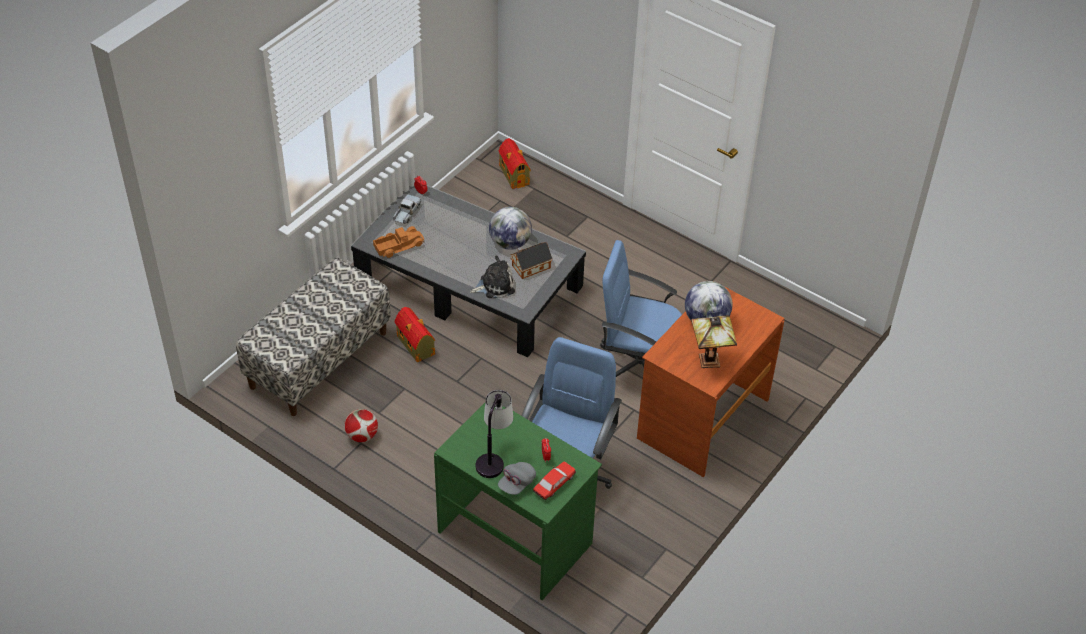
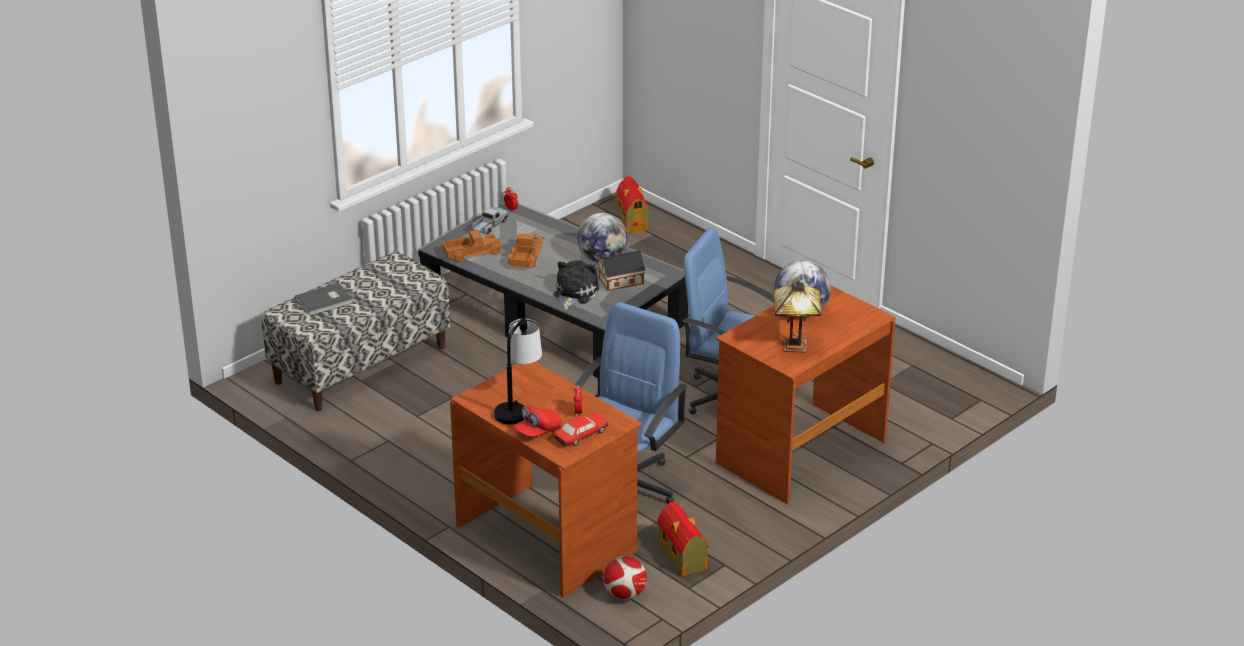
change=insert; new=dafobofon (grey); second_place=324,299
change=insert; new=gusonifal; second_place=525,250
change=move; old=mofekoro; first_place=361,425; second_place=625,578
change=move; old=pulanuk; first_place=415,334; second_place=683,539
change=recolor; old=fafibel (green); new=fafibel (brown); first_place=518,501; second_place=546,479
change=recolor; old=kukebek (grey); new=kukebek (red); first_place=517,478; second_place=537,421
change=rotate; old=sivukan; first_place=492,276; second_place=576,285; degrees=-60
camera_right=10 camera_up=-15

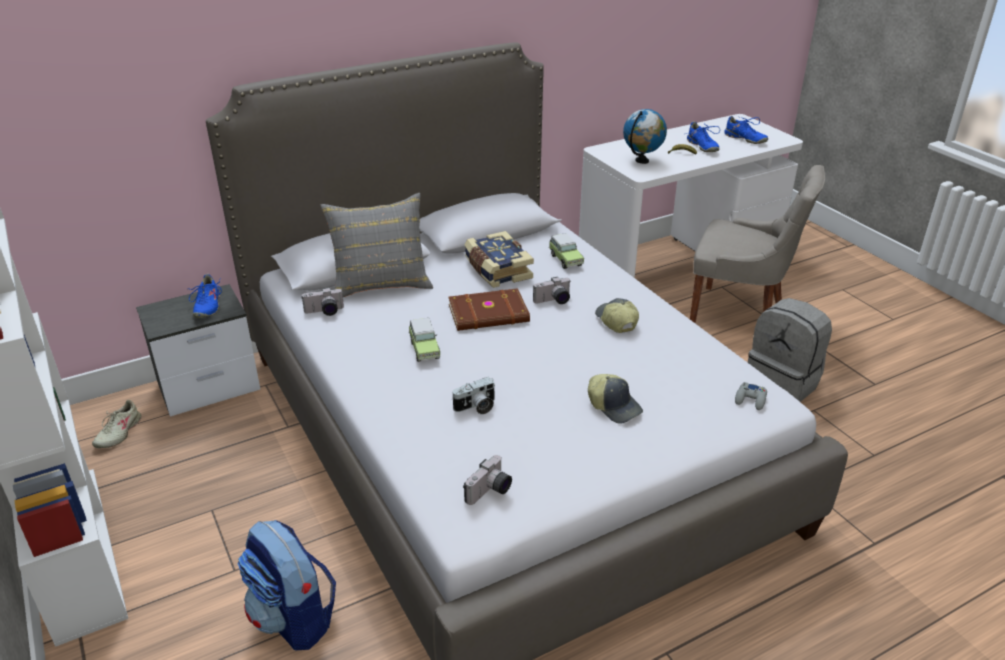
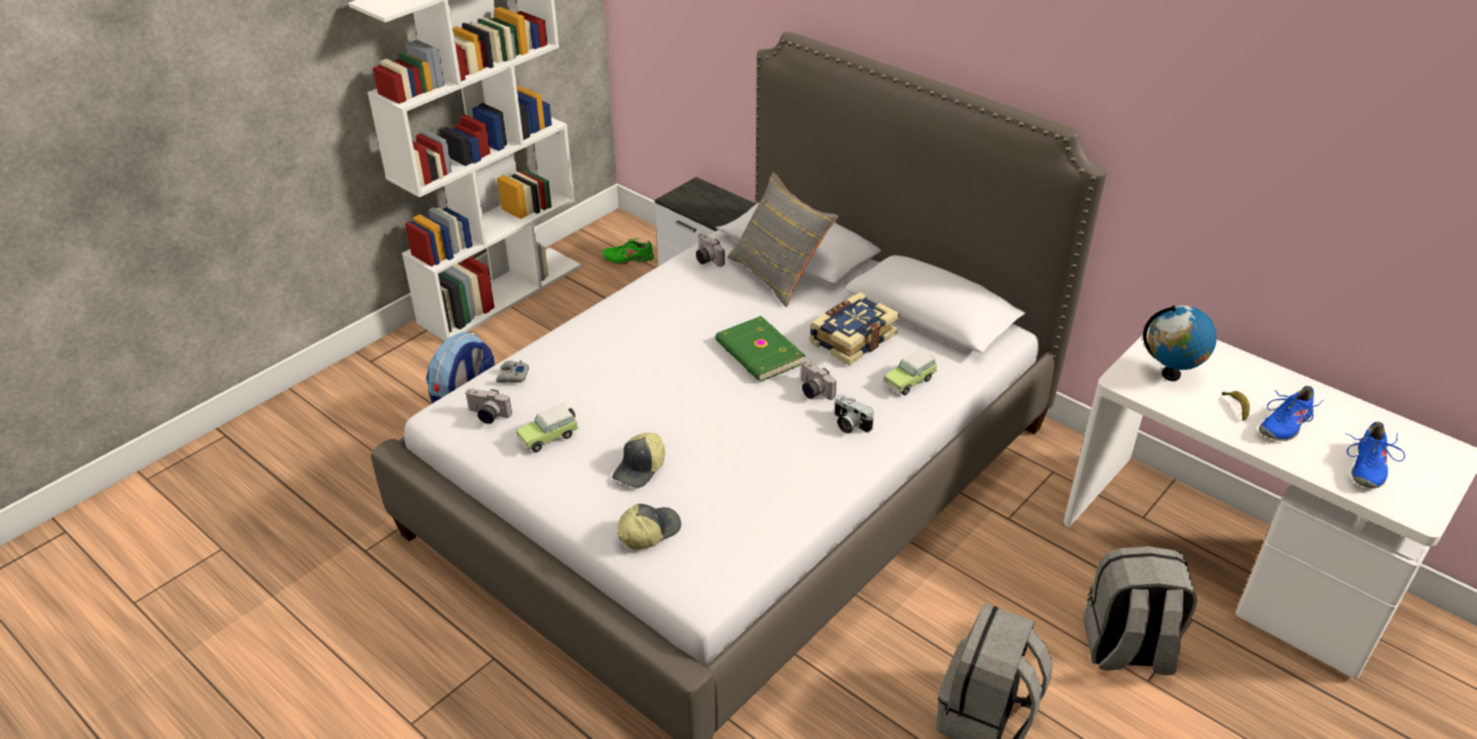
change=delete; old=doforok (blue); first_place=205,296
change=move; old=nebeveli; first_place=424,340; second_place=547,427
change=move; old=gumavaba; first_place=473,395; second_place=854,414
change=move; old=kukebek; first_place=617,315; second_place=649,527
change=move; old=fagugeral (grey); first_place=751,396; second_place=512,371
change=replace; old=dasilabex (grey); new=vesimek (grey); first_place=757,244; second_place=1140,610
change=recolor; old=doforok (beige); new=doforok (green); first_place=116,424; second_place=628,252
change=recolor; old=dafobofon (brown); new=dafobofon (green); first_place=489,309; second_place=760,349
camera_right=70 camera_up=5

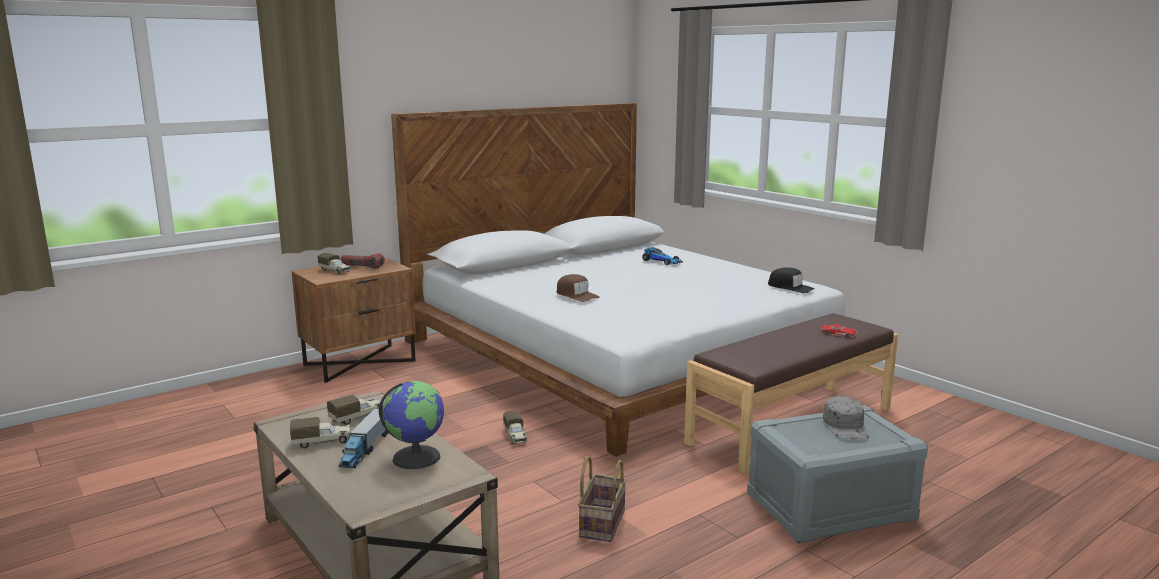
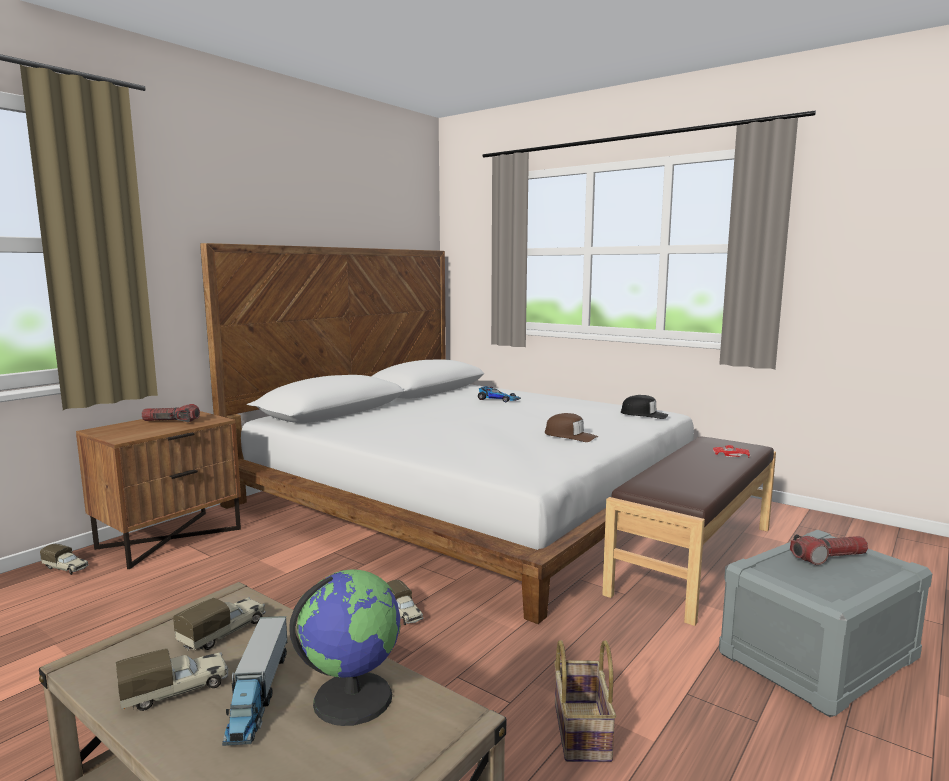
change=move; old=gusonifal; first_place=334,263; second_place=64,559
change=move; old=kukebek (brown); first_place=578,288; second_place=571,427
change=replace; old=kukebek (grey); new=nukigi; first_place=846,417; second_place=829,549
camera_right=-15 camera_up=-5

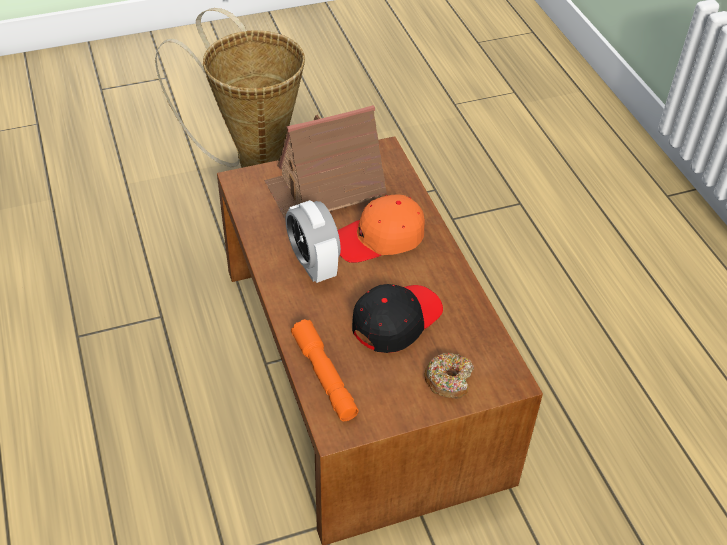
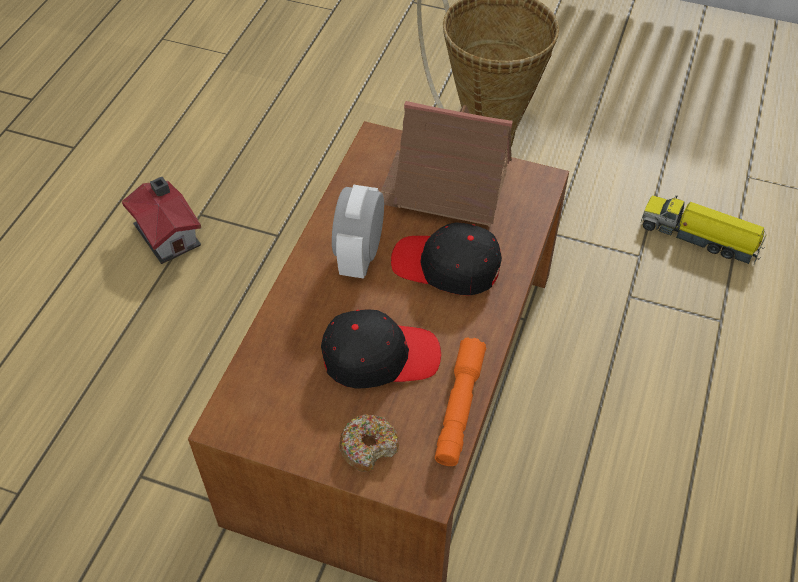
change=insert; new=pulanuk; second_place=161,220
change=insert; new=gusonifal; second_place=703,229
change=move; old=nukigi (orange); first_place=324,370; second_place=460,401
change=recolor; old=kukebek (orange); new=kukebek (black); first_place=381,228; second_place=446,259
camera_right=40 camera_up=5

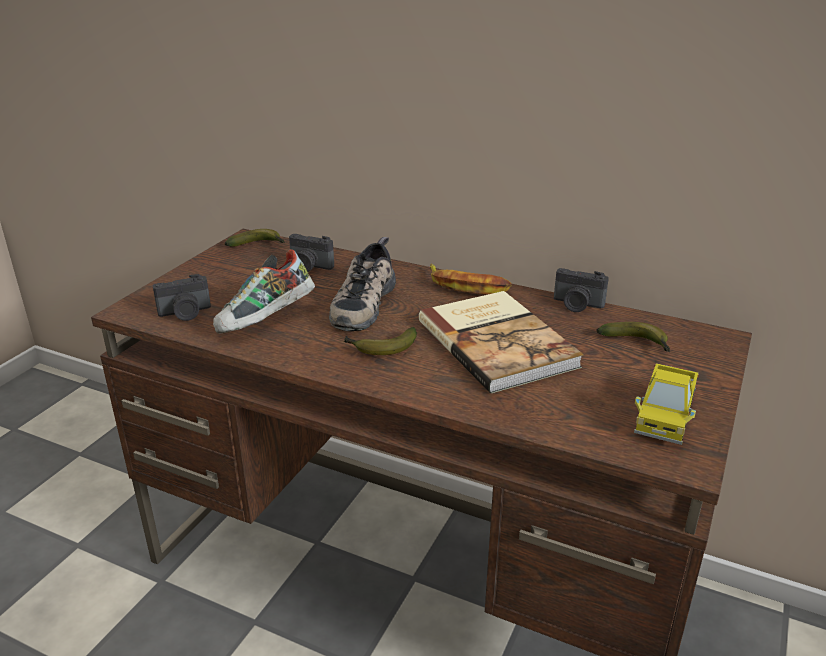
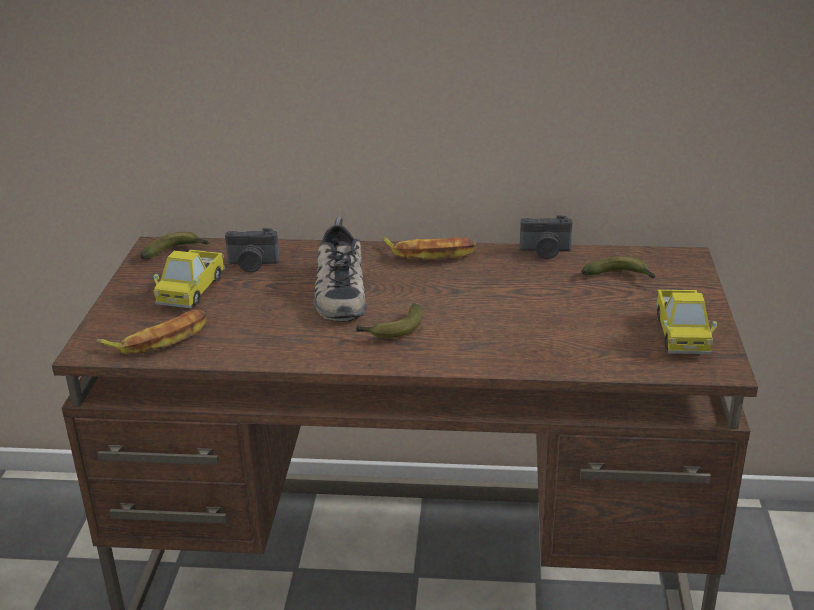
change=delete; old=doforok; first_place=264,291
change=delete; old=dafobofon; first_place=501,342
change=insert; new=gusonifal; second_place=189,279
change=replace; old=gumavaba; new=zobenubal; first_place=181,297; second_place=151,332
camera_right=-20 camera_up=0

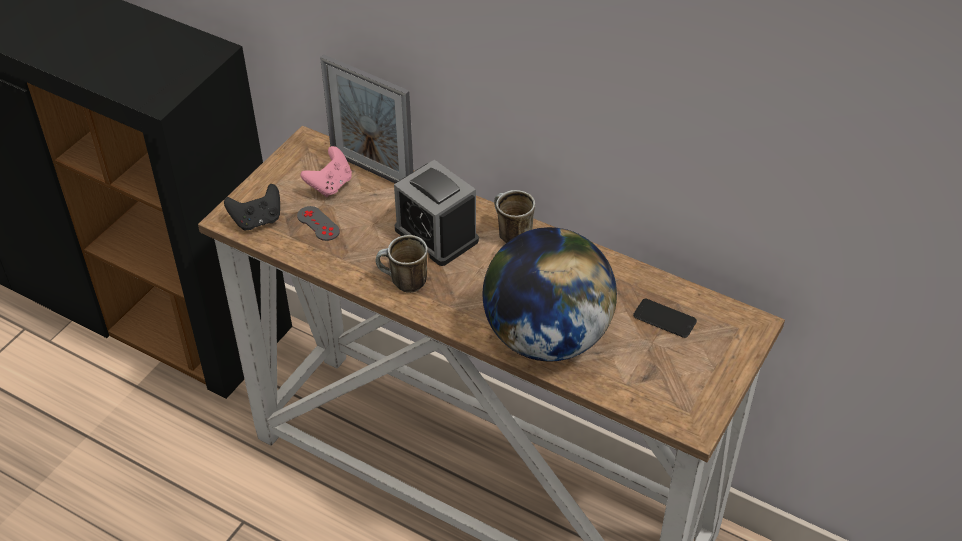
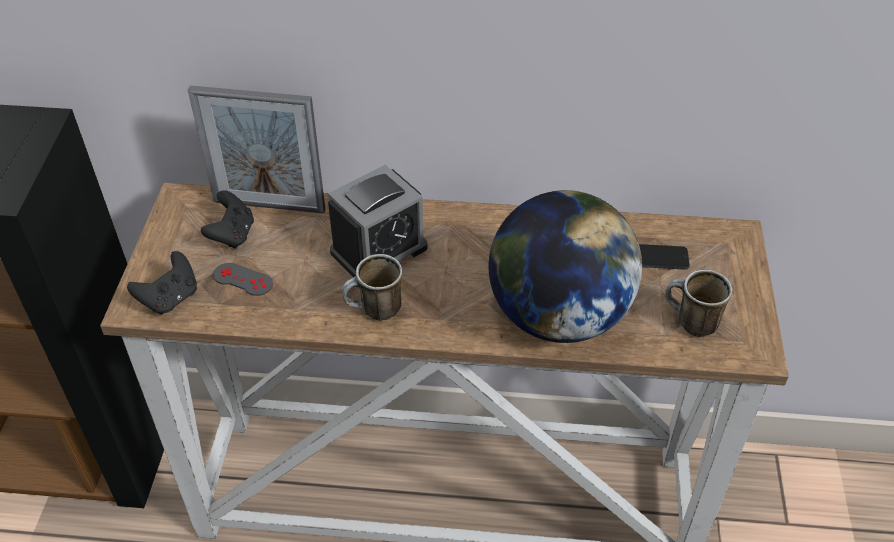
change=move; old=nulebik; first_place=514,216; second_place=698,303
change=recolor; old=fagugeral (pink); new=fagugeral (black); first_place=326,171; second_place=227,219
change=rotate; old=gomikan; first_place=436,213; second_place=378,221; degrees=-60
camera_right=-25 camera_up=0

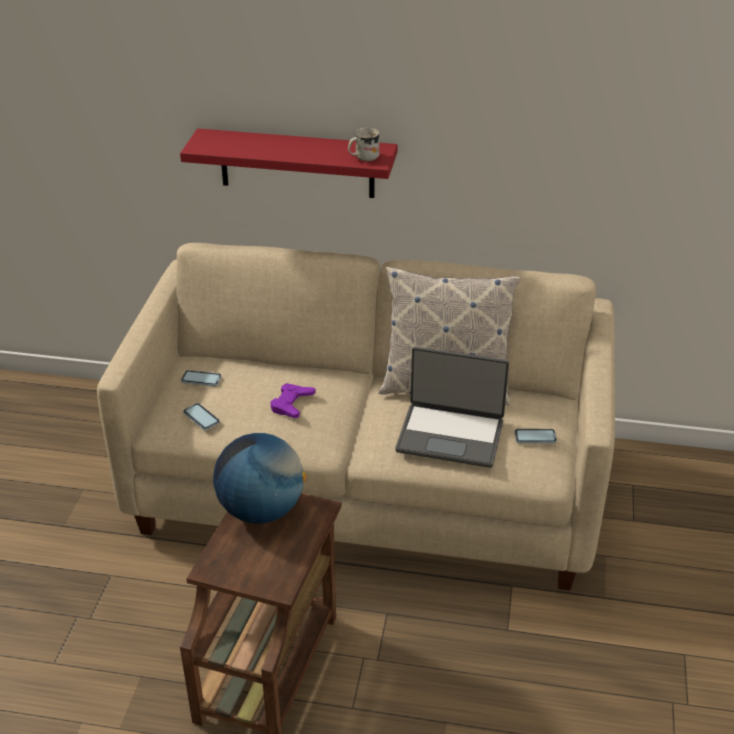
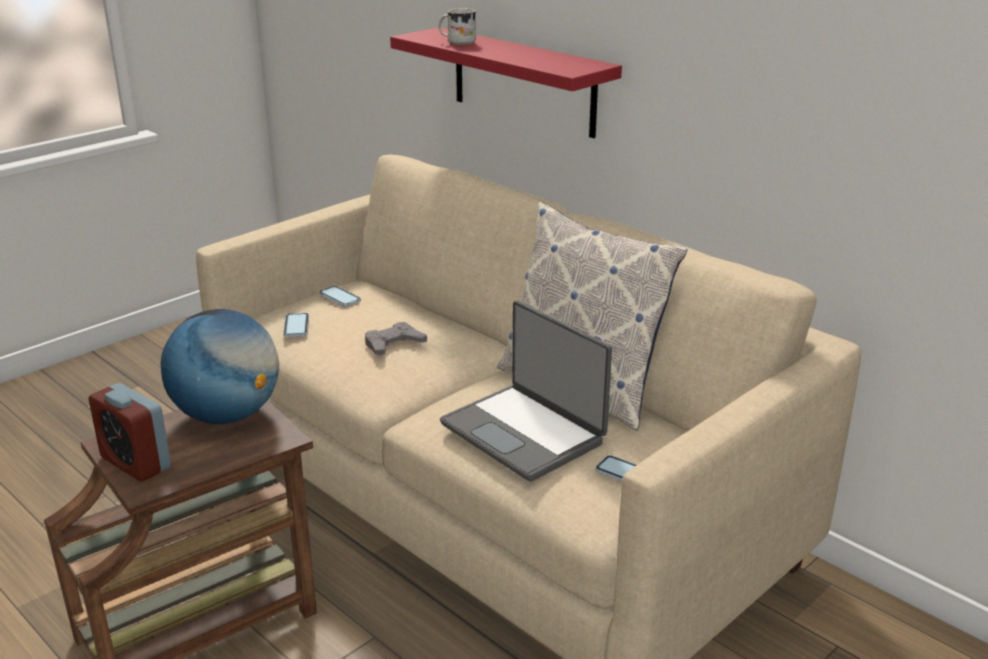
change=insert; new=gomikan; second_place=130,432
change=move; old=nulebik (white); first_place=363,144; second_place=457,26
change=recolor; old=fagugeral (purple); new=fagugeral (grey); first_place=293,400; second_place=396,339
camera_right=35 camera_up=-10

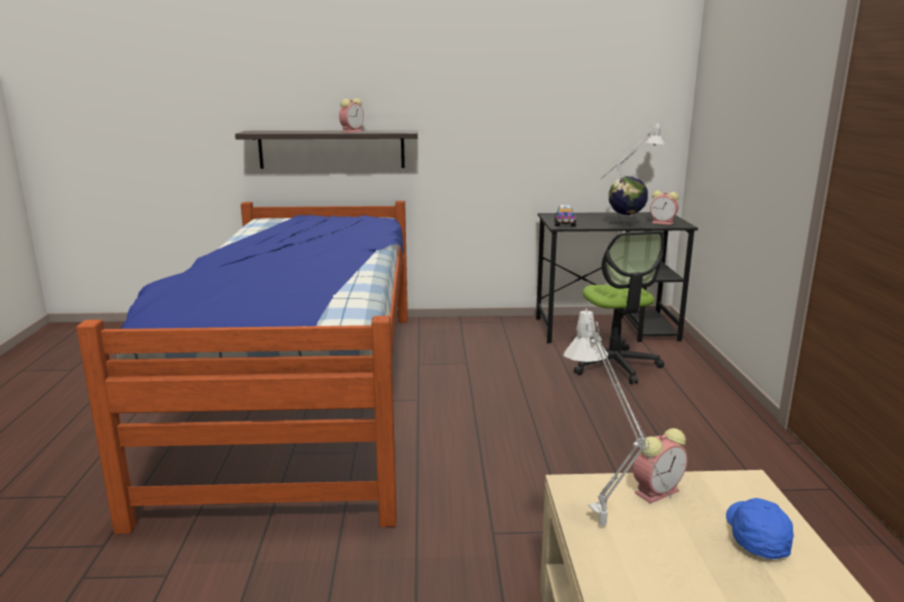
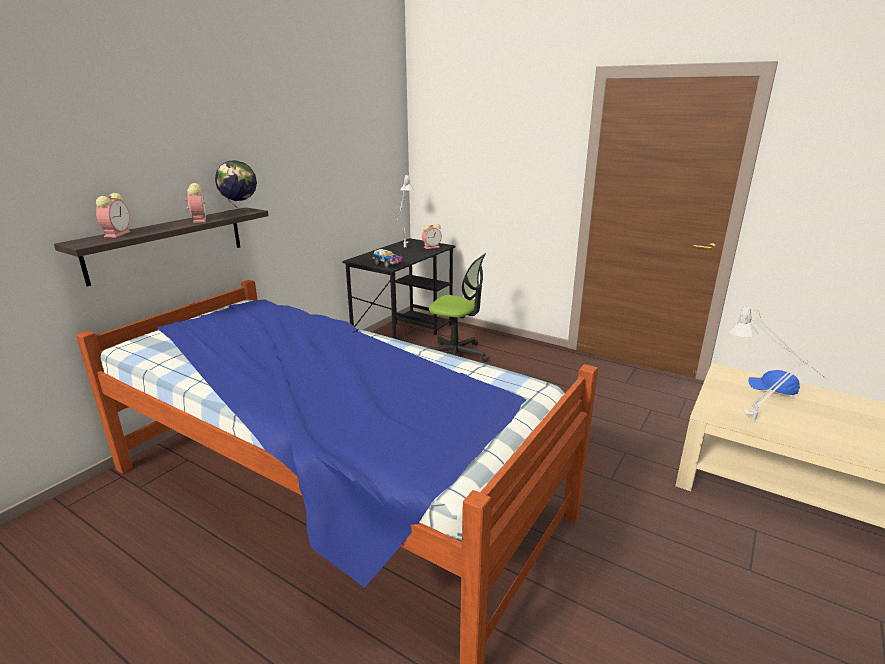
change=move; old=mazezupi; first_place=628,201; second_place=236,186
change=move; old=gomikan; first_place=660,466; second_place=113,215
camera_right=-55 camera_up=5

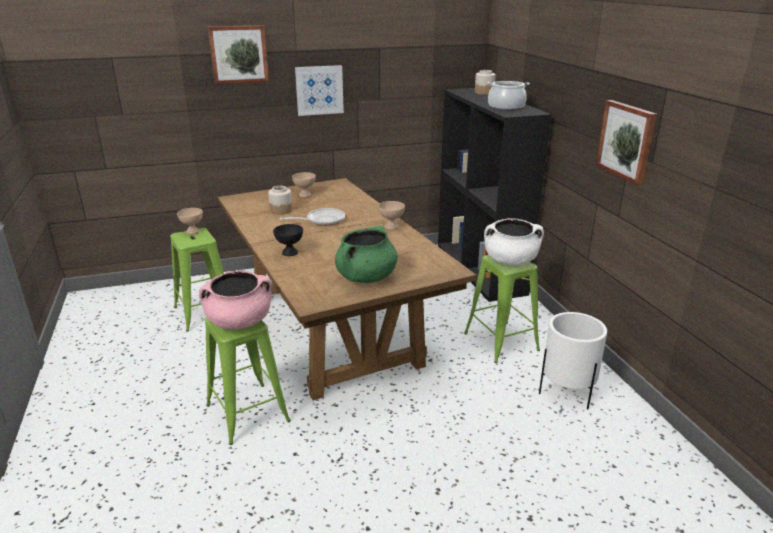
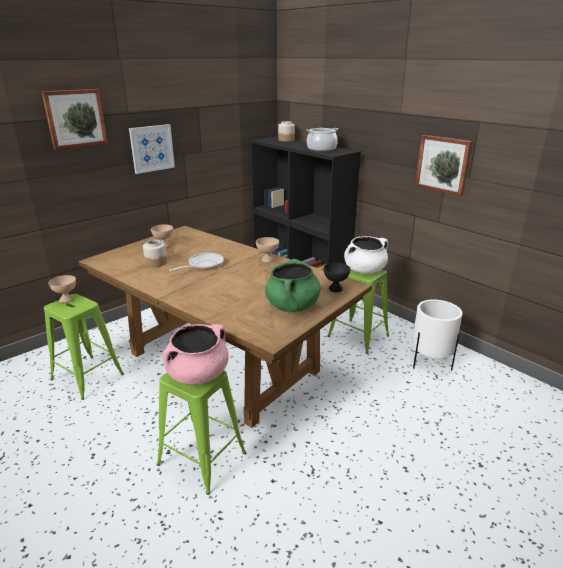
change=move; old=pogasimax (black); first_place=288,240; second_place=337,277
camera_right=-25 camera_up=0

